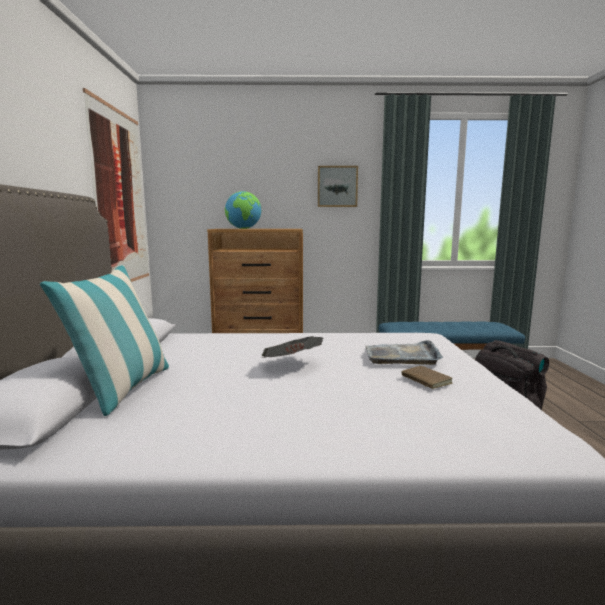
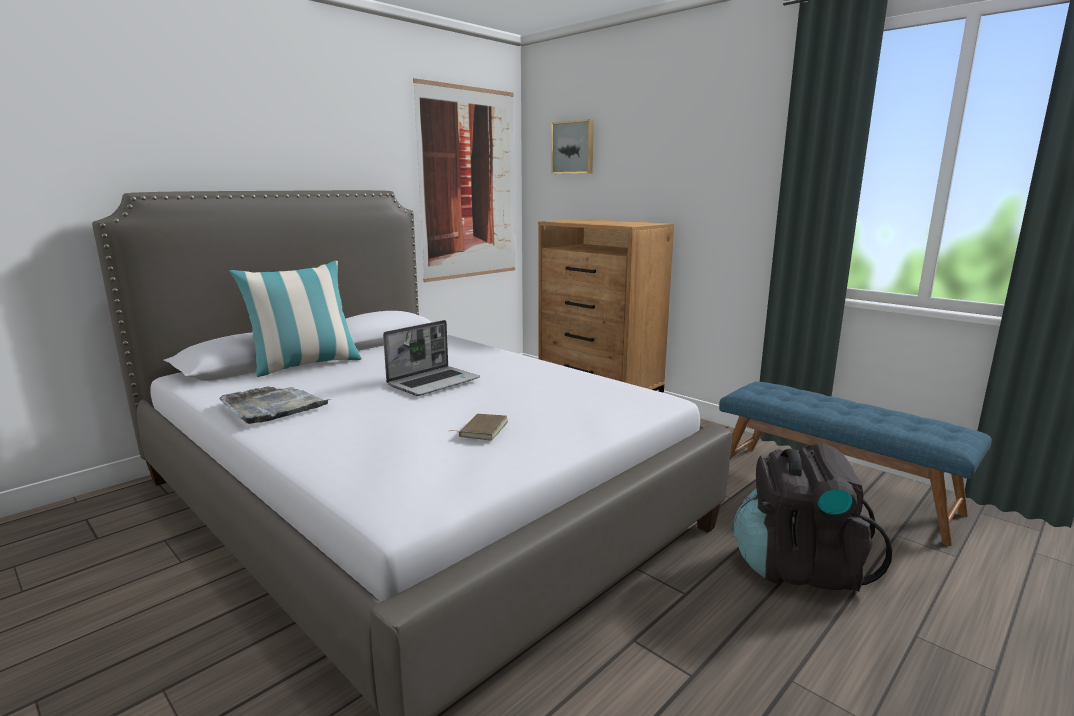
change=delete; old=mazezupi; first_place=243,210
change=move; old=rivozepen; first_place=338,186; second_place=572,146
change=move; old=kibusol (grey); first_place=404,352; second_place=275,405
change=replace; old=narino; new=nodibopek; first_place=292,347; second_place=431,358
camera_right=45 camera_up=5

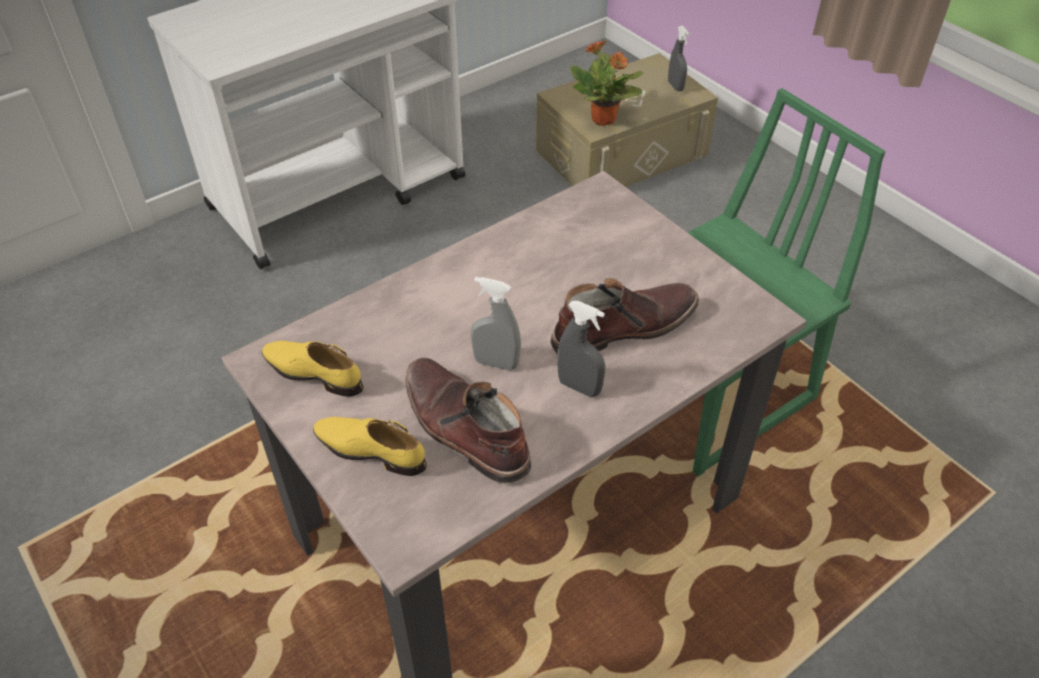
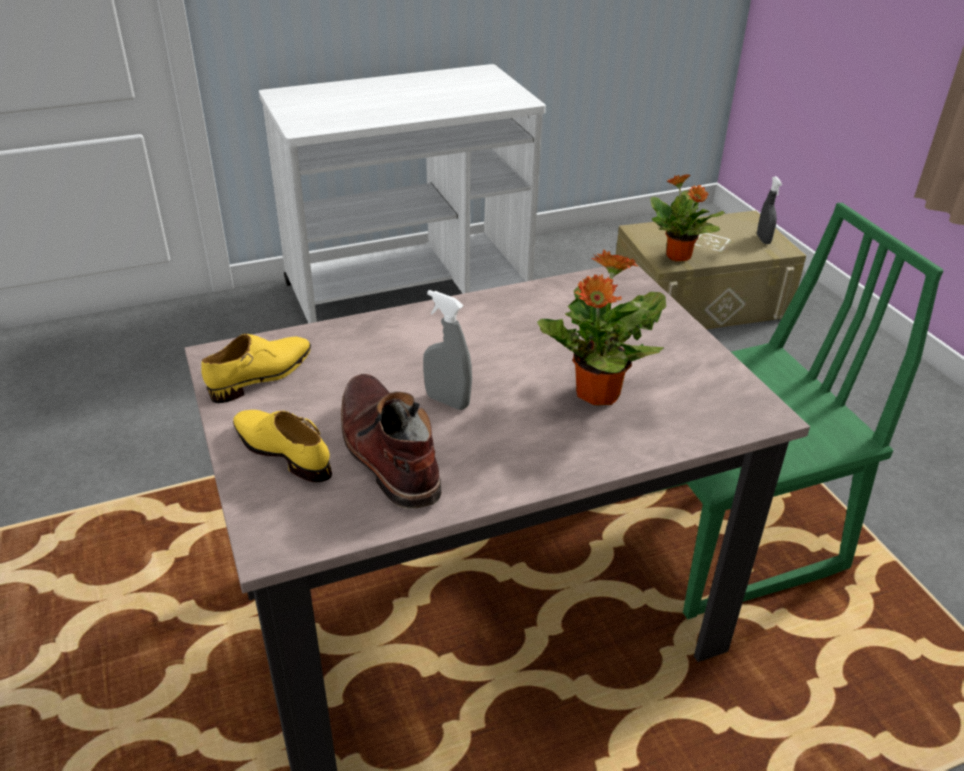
change=delete; old=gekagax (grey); first_place=581,349
change=replace; old=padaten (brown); new=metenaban; first_place=624,316; second_place=601,327
change=rotate; old=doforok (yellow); first_place=312,369; second_place=256,368; degrees=90
camera_right=15 camera_up=-10

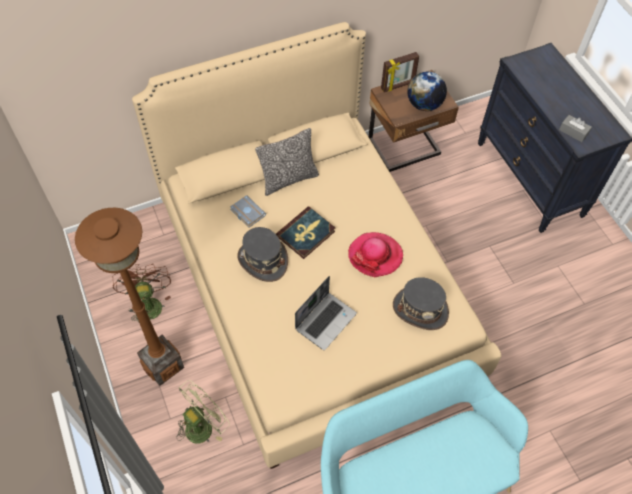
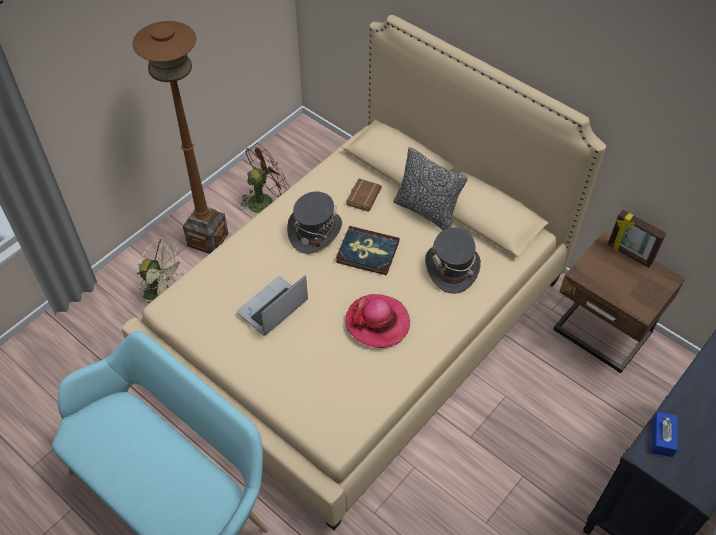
change=delete; old=mazezupi; first_place=427,91
change=move; old=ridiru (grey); first_place=421,303; second_place=453,261
change=recolor; old=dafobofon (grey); new=dafobofon (brown); first_place=248,211; second_place=364,195
change=recolor; old=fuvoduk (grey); new=fuvoduk (blue); first_place=575,128; second_place=665,434
change=rotate; old=nodibopek; first_place=326,313; second_place=272,305; degrees=120
camera_right=65 camera_up=-5

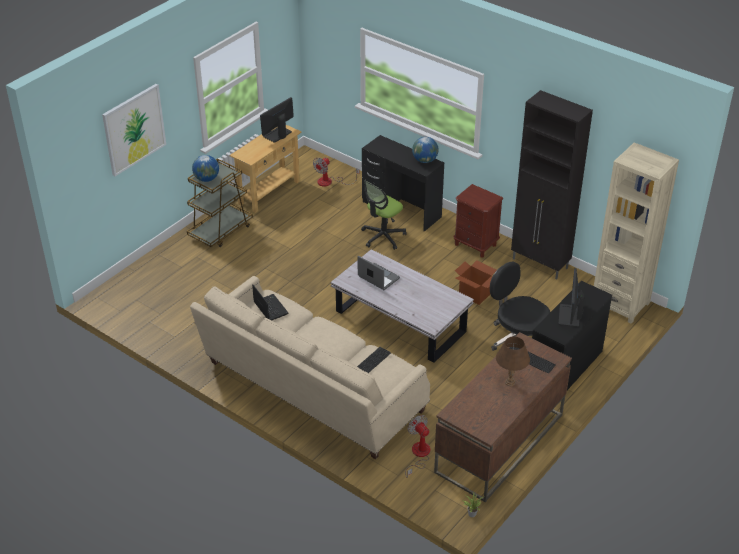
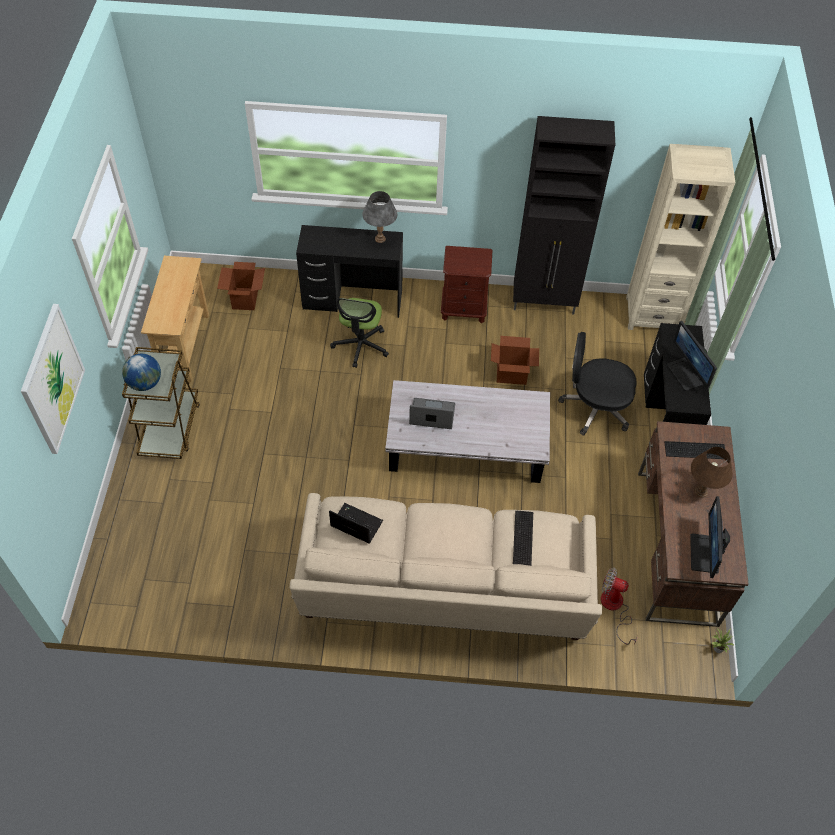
change=move; old=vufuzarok; first_place=277,120; second_place=710,537
change=replace; old=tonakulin; new=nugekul; first_place=336,172; second_place=241,286
change=replace; old=mazezupi; new=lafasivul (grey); first_place=425,150; second_place=379,217
camera_right=-35 camera_up=15

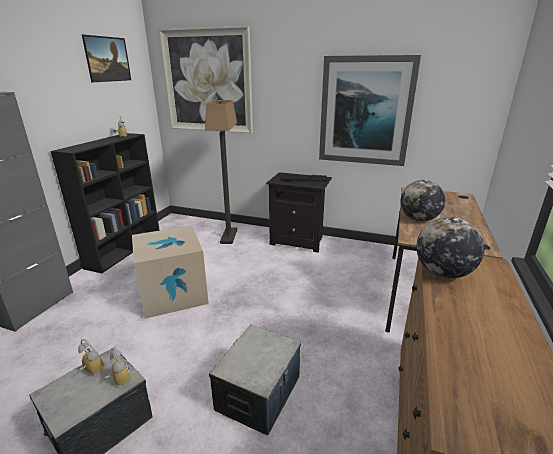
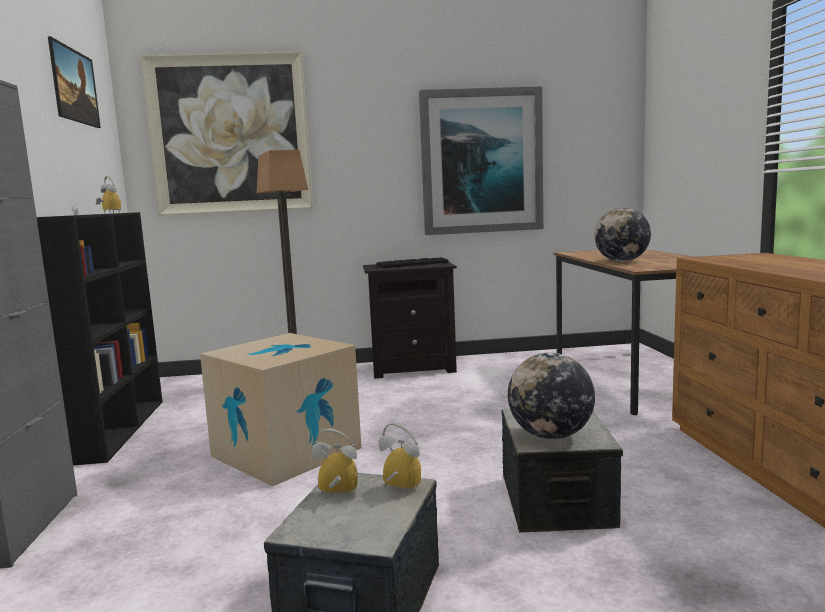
change=move; old=mazezupi; first_place=450,247; second_place=551,396
camera_right=-25 camera_up=-15

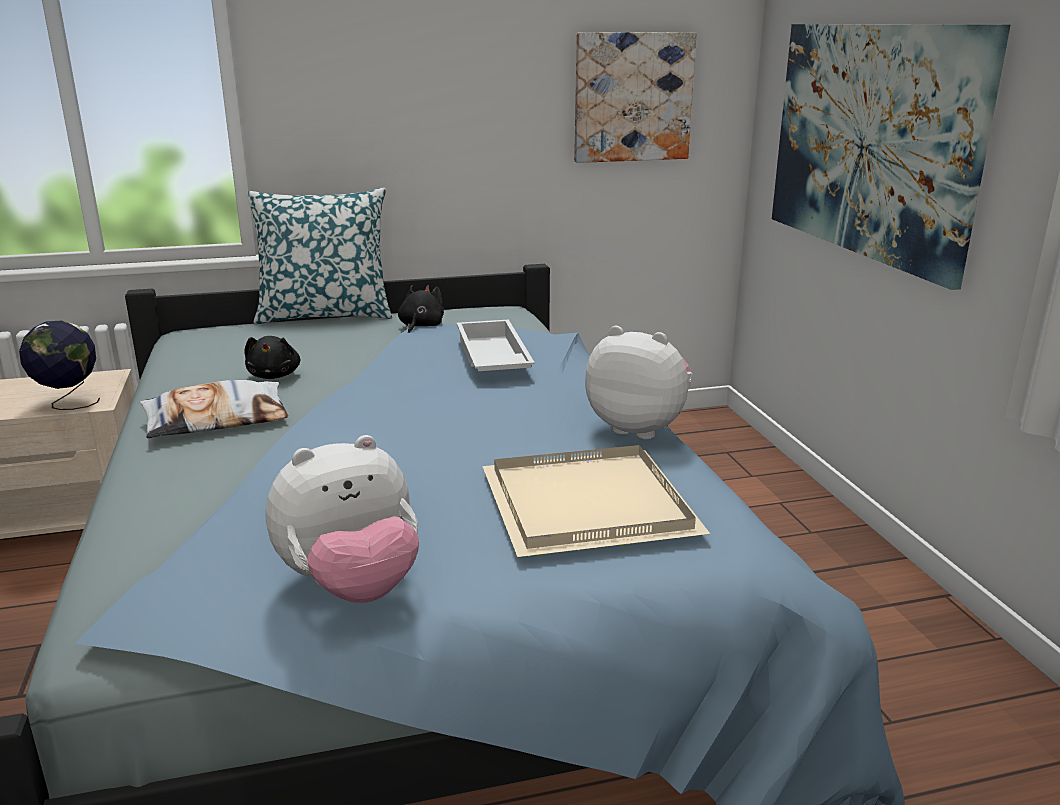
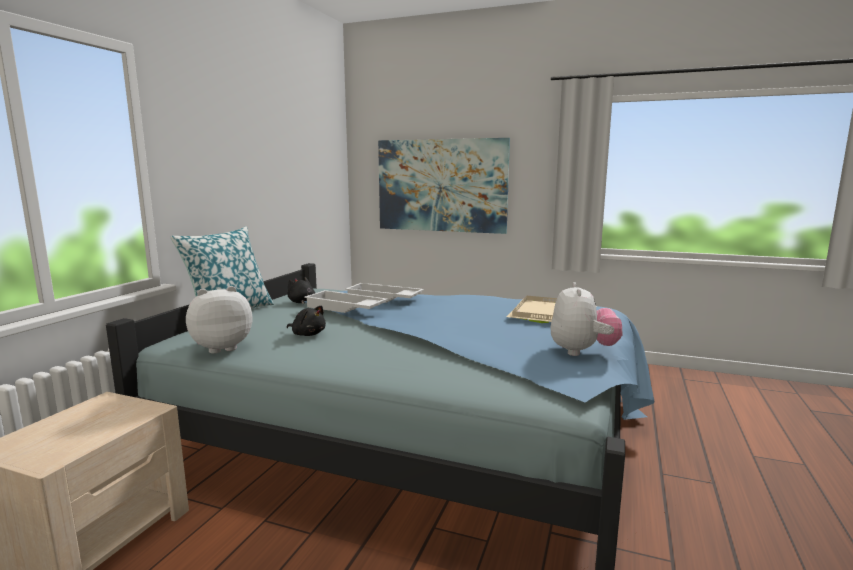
change=delete; old=mazezupi; first_place=59,365
change=delete; old=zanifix; first_place=214,409
change=delete; old=rivozepen; first_place=635,97
change=insert; new=kibusol (white); second_place=346,301
change=move; old=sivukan; first_place=638,383; second_place=219,319
camera_right=-55 camera_up=-10

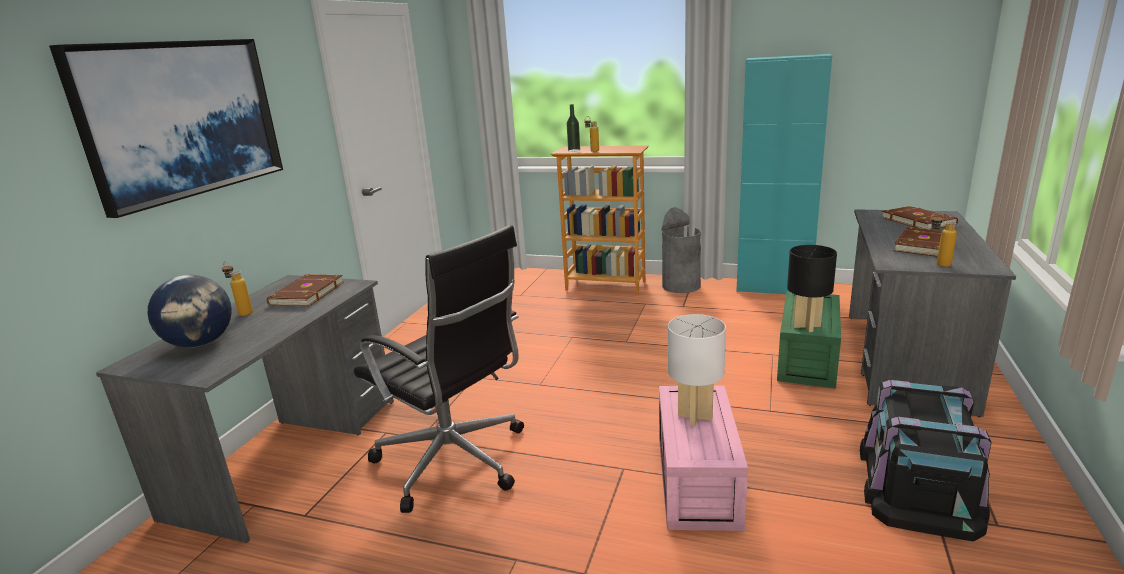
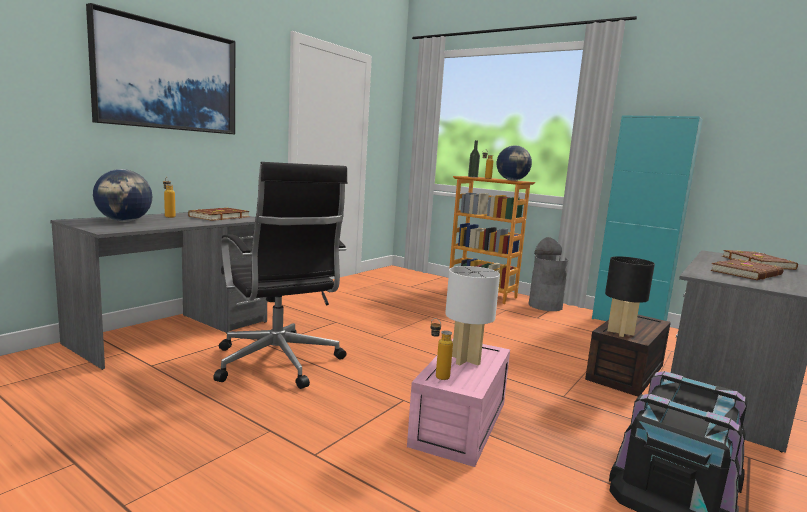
change=insert; new=mazezupi; second_place=514,163
change=move; old=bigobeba; first_place=943,240; second_place=442,349
change=recolor; old=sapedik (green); new=sapedik (brown); first_place=809,339; second_place=628,355
camera_right=15 camera_up=-10

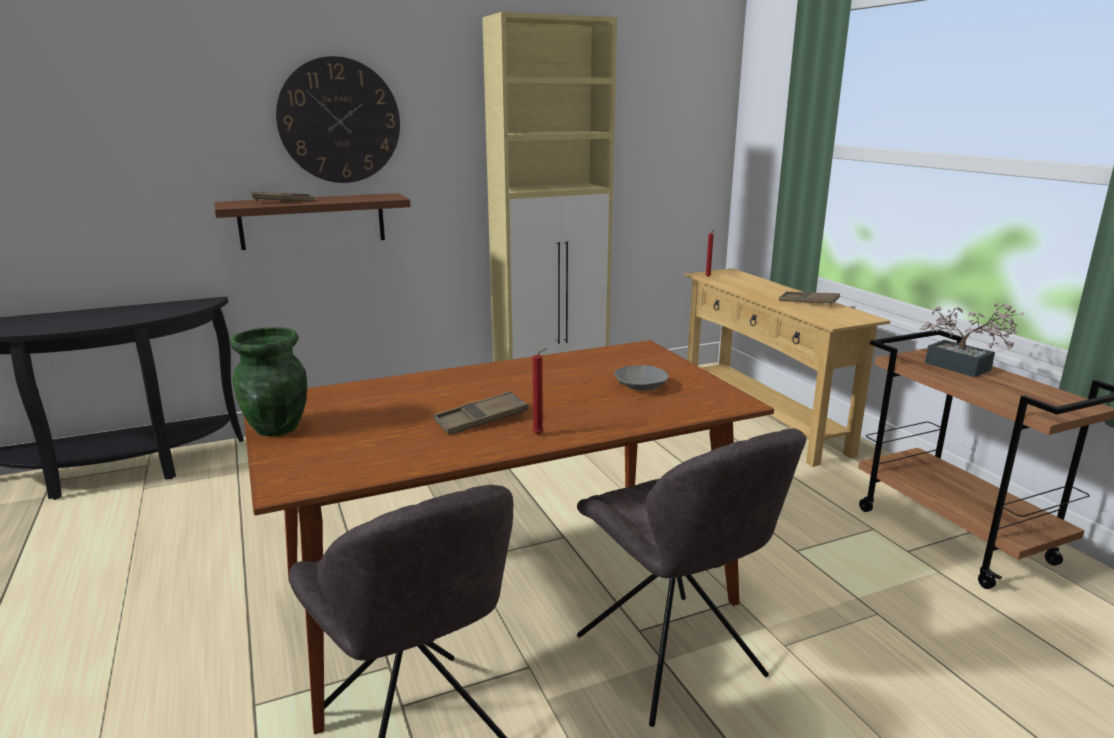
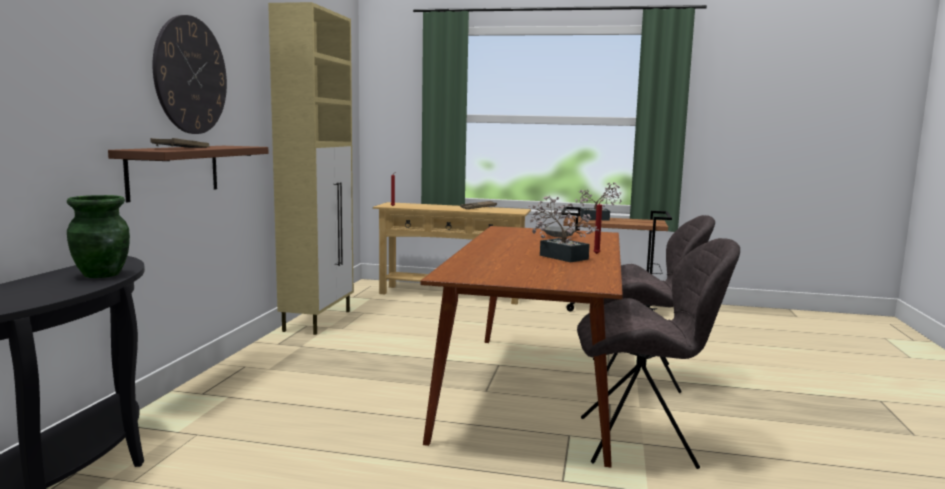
change=move; old=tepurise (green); first_place=268,381; second_place=98,236
change=replace; old=kibusol (brown); new=metenaban; first_place=481,413; second_place=563,229
camera_right=-55 camera_up=-10

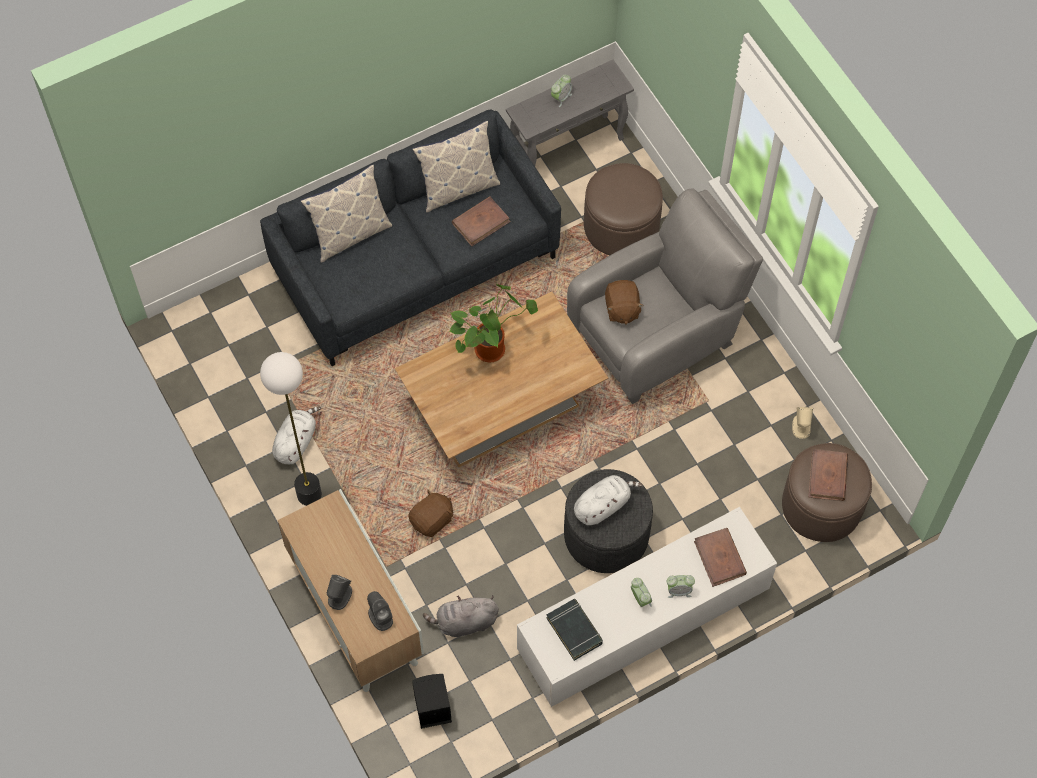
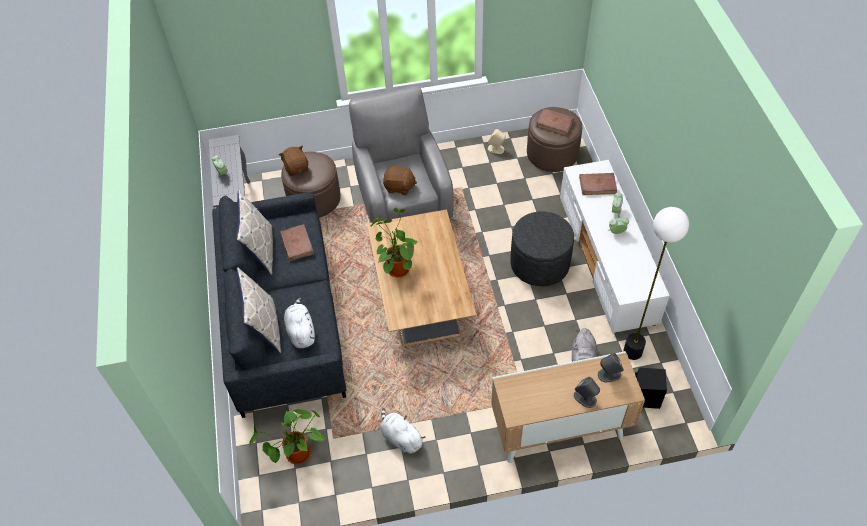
change=delete; old=dafobofon (black); first_place=574,630
change=insert; new=metenaban; second_place=287,437
change=move; old=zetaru; first_place=291,429; second_place=656,283
change=move; old=sivukan (brown); first_place=430,513; second_place=293,161
change=move; old=sivukan (white); first_place=608,500; second_place=299,323
camera_right=-70 camera_up=-10

